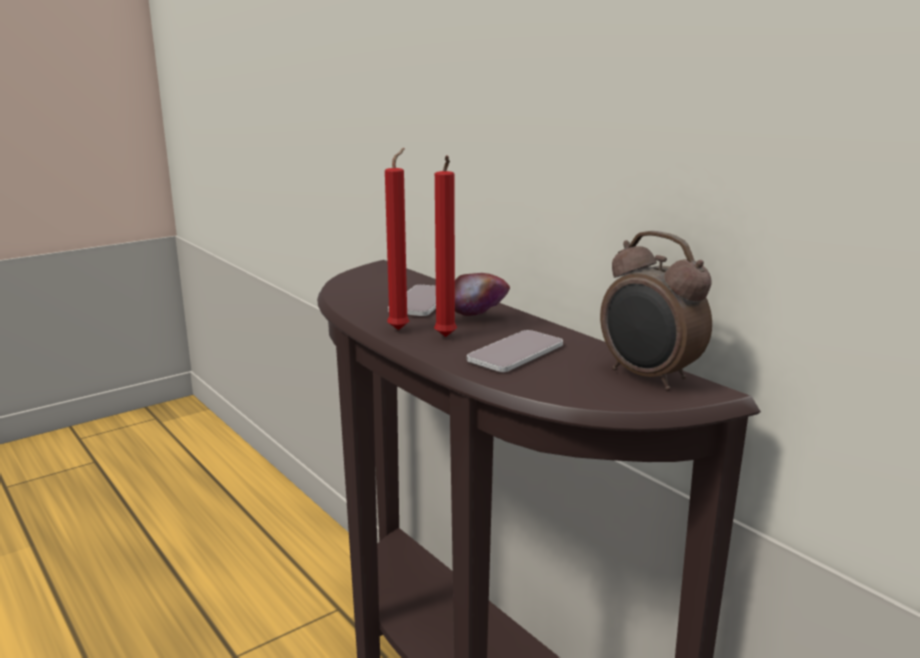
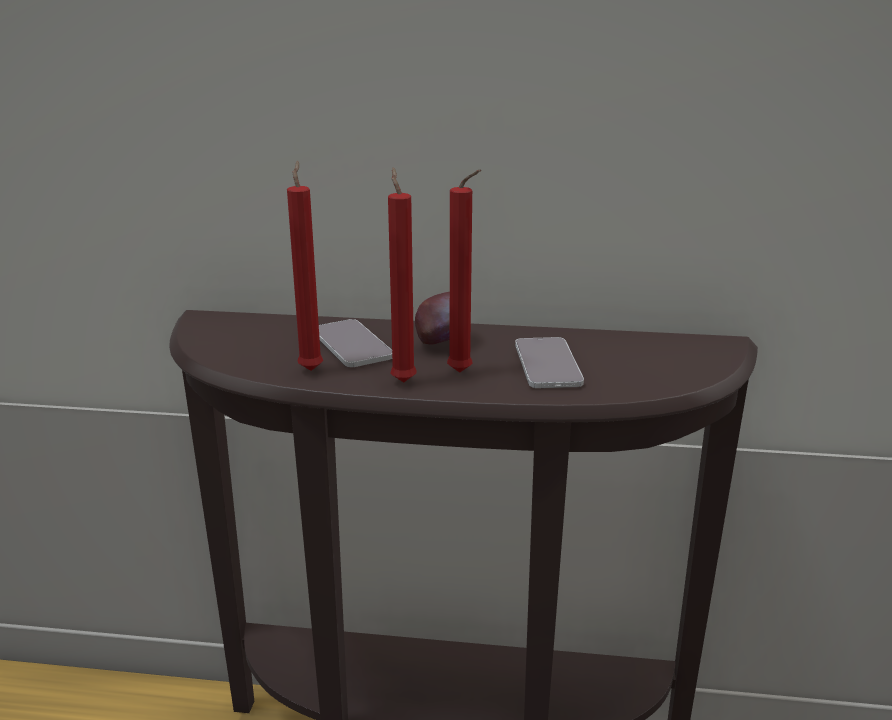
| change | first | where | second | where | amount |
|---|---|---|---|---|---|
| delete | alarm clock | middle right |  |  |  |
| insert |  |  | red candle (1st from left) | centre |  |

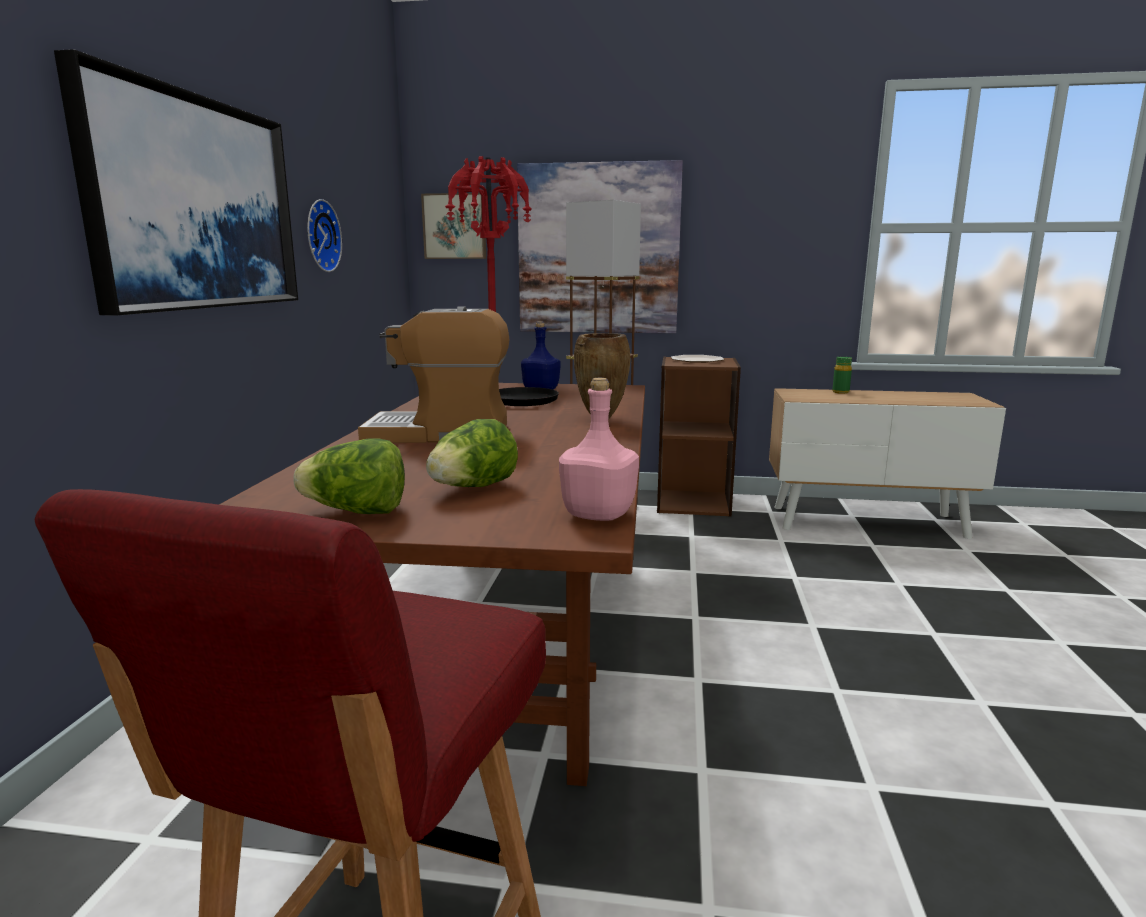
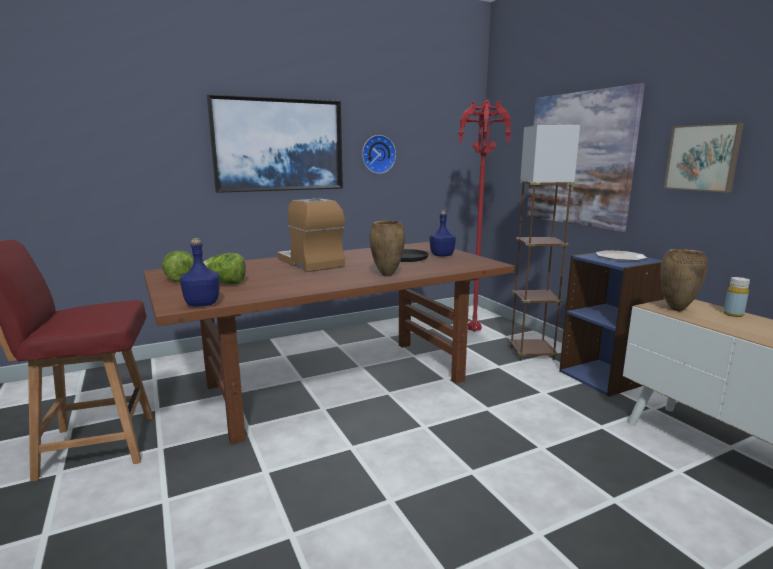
| change | first | where | second | where | amount |
|---|---|---|---|---|---|
| move | picture (2nd from left in the first image) | top centre | picture (3rd from left) | top right |  |
| recolor | pink bottle | centre | blue bottle (1st from left) | middle left |  |
| recolor | brown bookcase | centre | blue bookcase | middle right |  |
| recolor | green bottle | middle right | yellow bottle | middle right |  |
| insert |  |  | brown vase (2nd from left) | middle right |  |

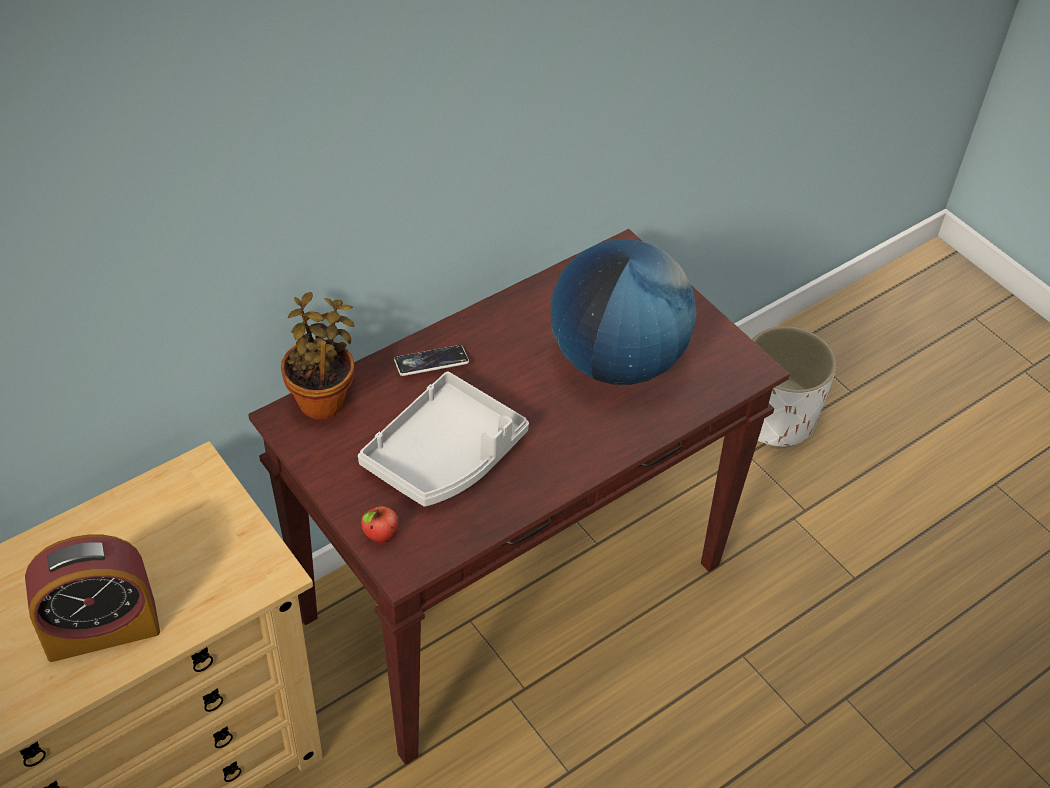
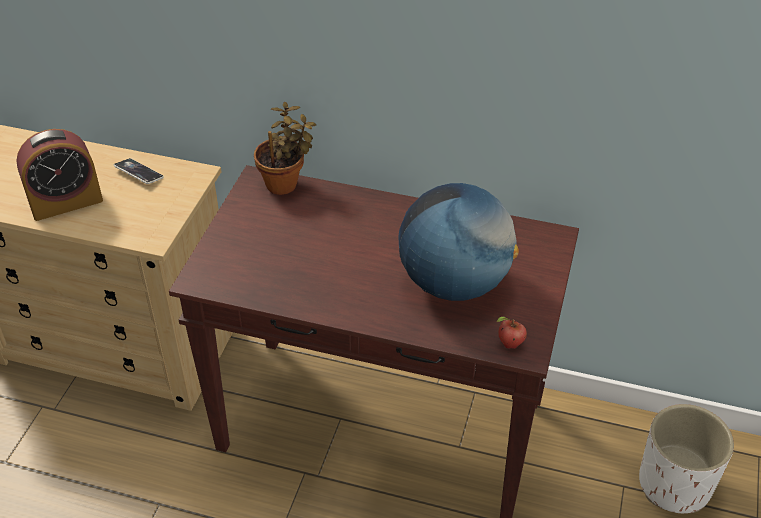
| change | first | where | second | where | amount |
|---|---|---|---|---|---|
| rotate | alarm clock | bottom left |  | middle left | 60 degrees counterclockwise |
| delete | grey tray | centre |  |  |  |
| move | apple | centre |  | middle right |  |
| move | phone | centre |  | top left |  |

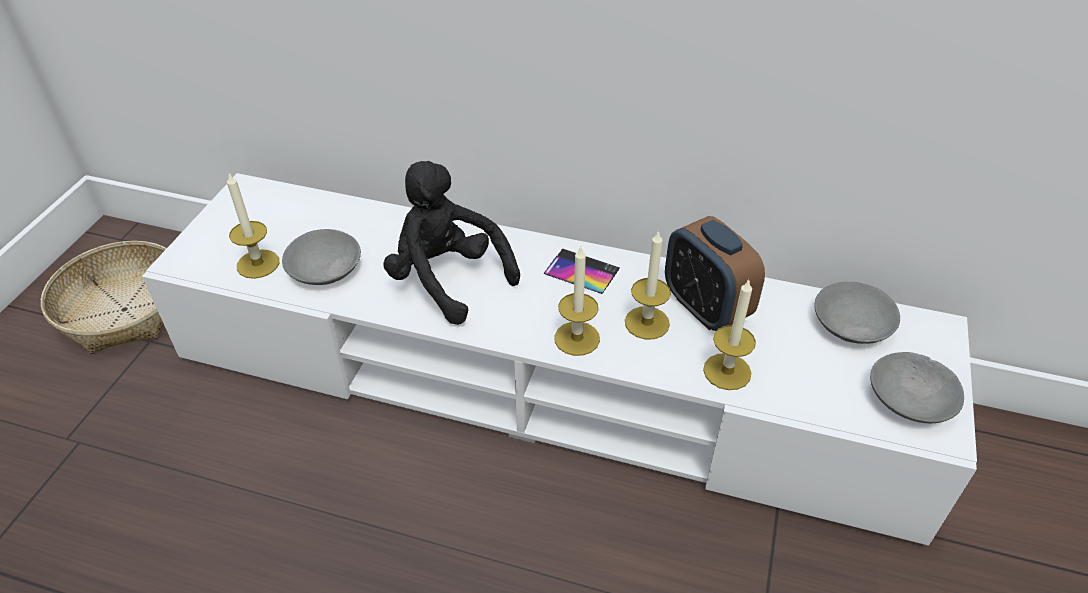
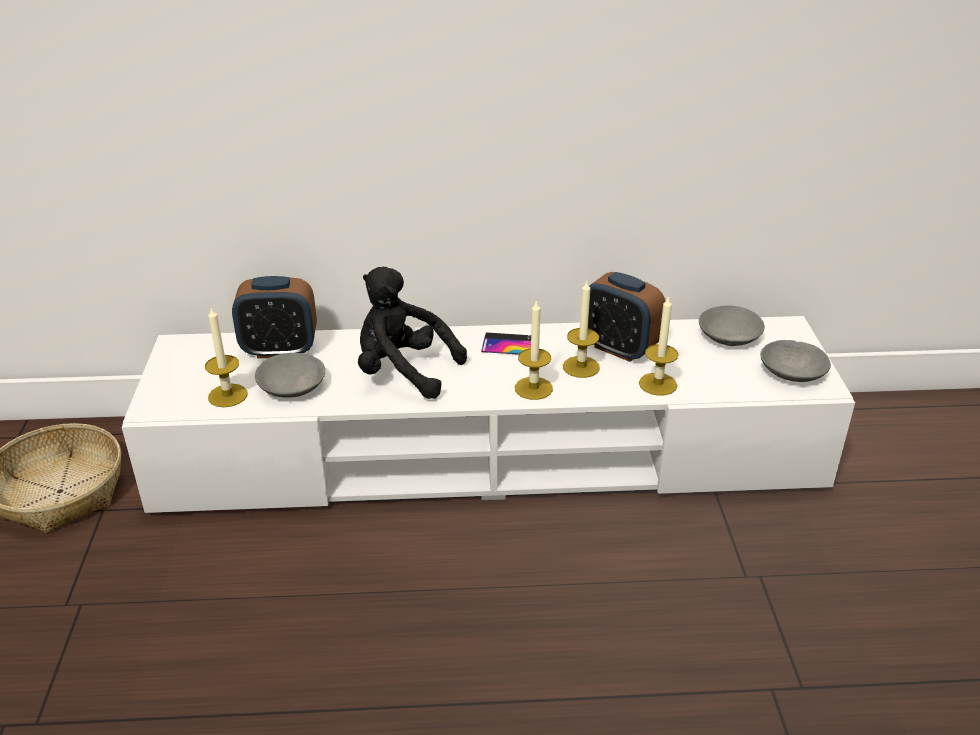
| change | first | where | second | where | amount |
|---|---|---|---|---|---|
| insert |  |  | alarm clock (1st from left) | middle left |  |

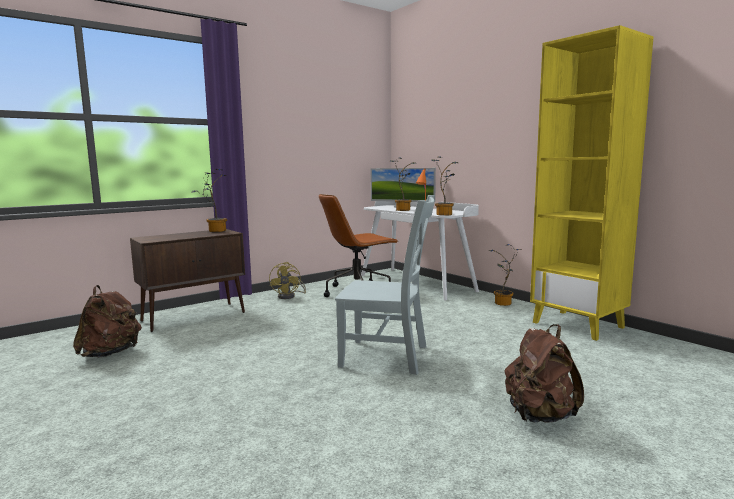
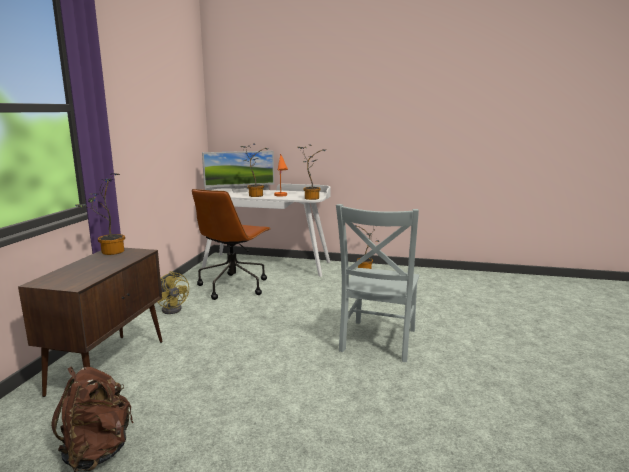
| change | first | where | second | where | amount |
|---|---|---|---|---|---|
| rotate | grey chair | centre |  | centre | 135 degrees clockwise |
| delete | brown backpack (2nd from left) | bottom right |  |  |  |
| delete | yellow bookcase | middle right |  |  |  |

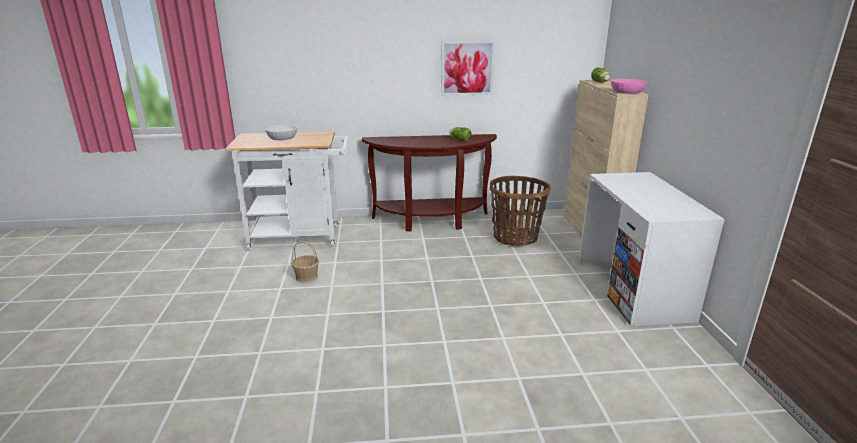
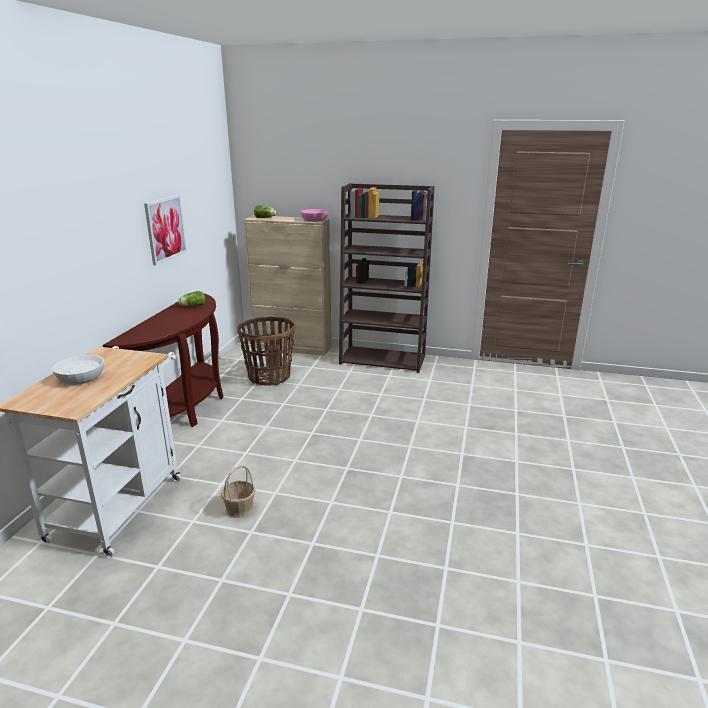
| change | first | where | second | where | amount |
|---|---|---|---|---|---|
| replace | white desk | middle right | brown bookcase | centre |  |

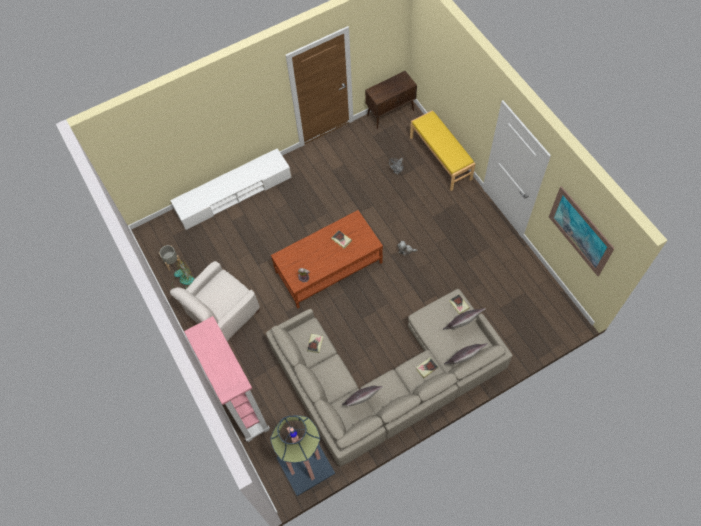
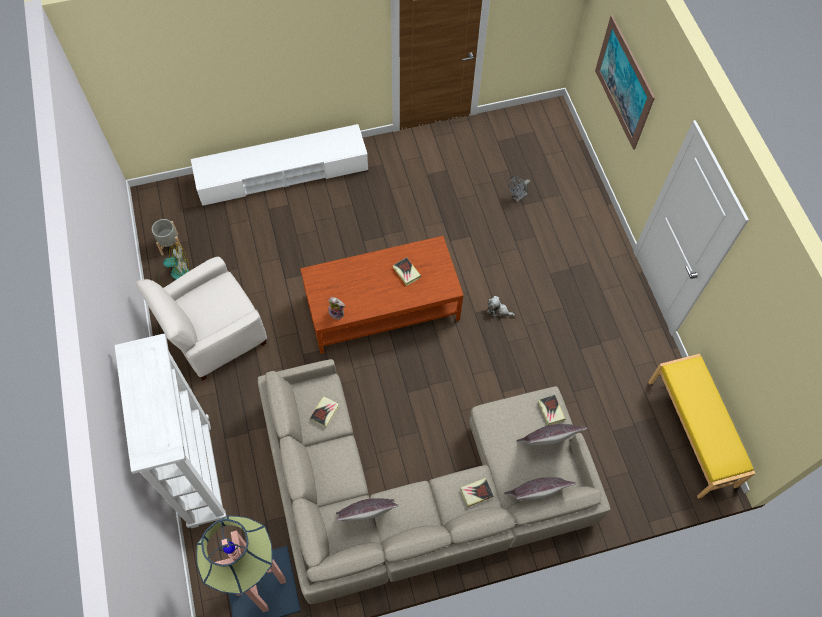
| change | first | where | second | where | amount |
|---|---|---|---|---|---|
| recolor | pink bookcase | bottom left | white bookcase | bottom left |  |
| delete | brown cabinet | top centre |  |  |  |
| move | yellow bench | top centre |  | bottom right |  |
| move | picture | middle right |  | top right |  |

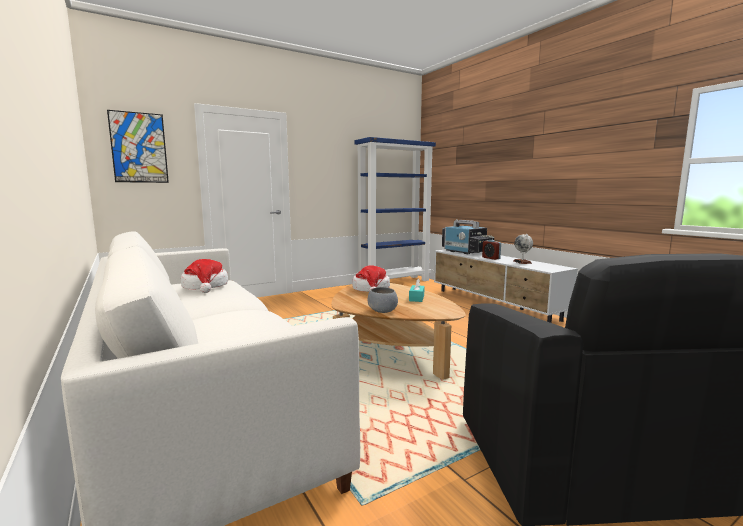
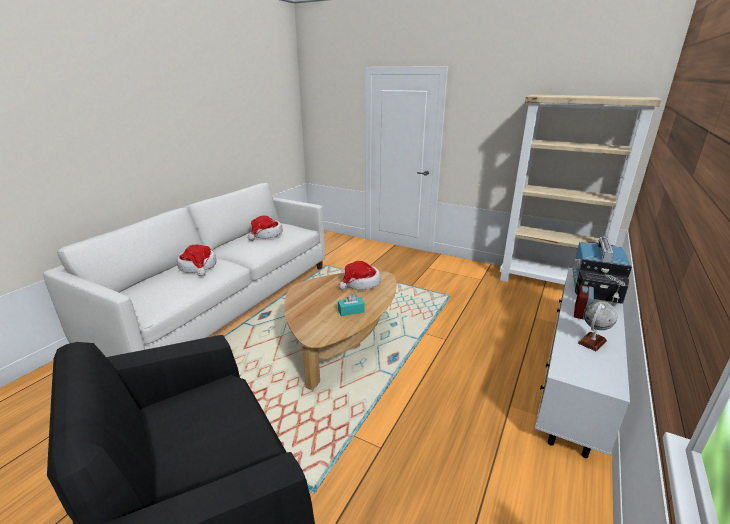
| change | first | where | second | where | amount |
|---|---|---|---|---|---|
| delete | picture | top left |  |  |  |
| recolor | blue bookcase | centre | beige bookcase | middle right |  |
| delete | grey bowl | centre |  |  |  |
| insert |  |  | hat (1st from left) | middle left |  |

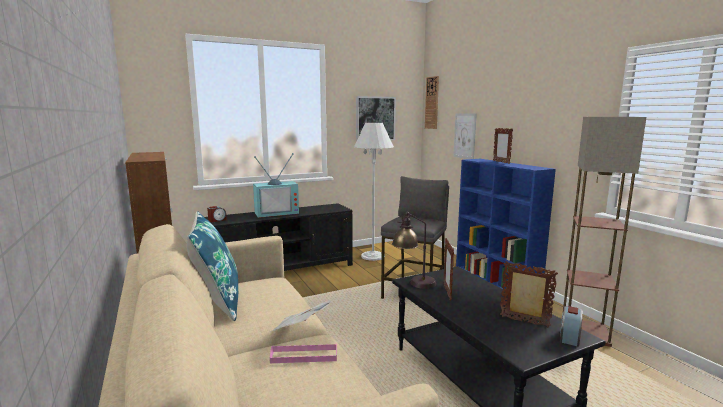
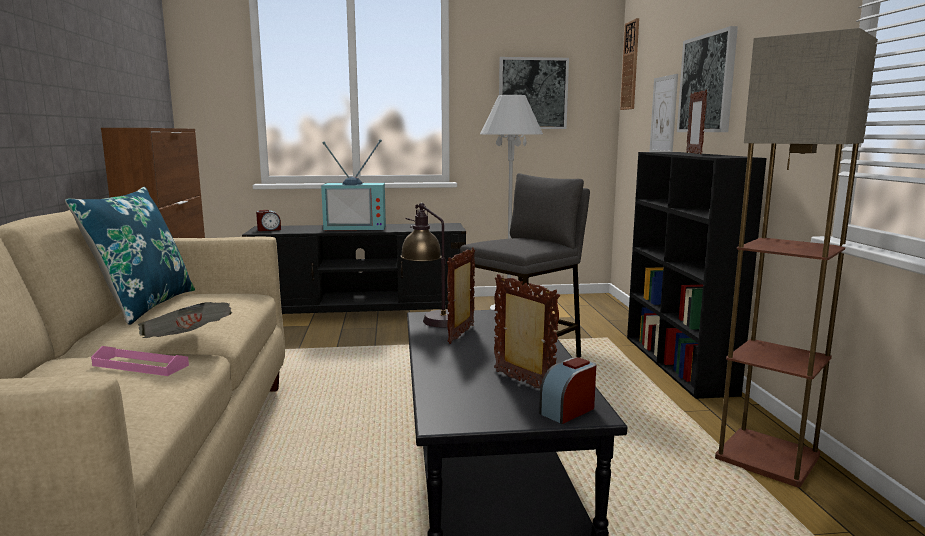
| change | first | where | second | where | amount |
|---|---|---|---|---|---|
| recolor | blue bookcase | middle right | black bookcase | middle right |  |
| insert |  |  | picture (3rd from left) | top right |  |

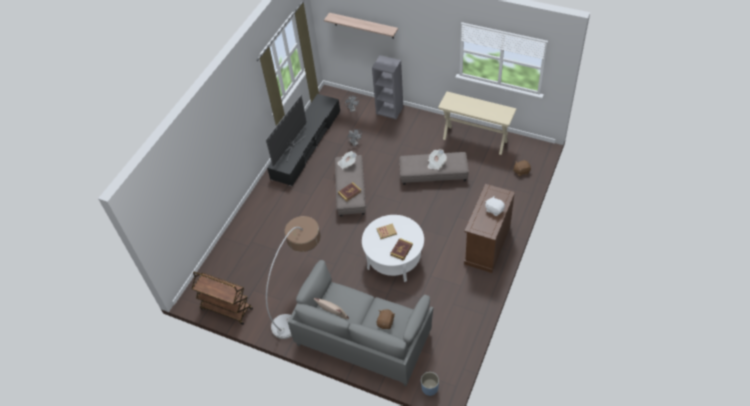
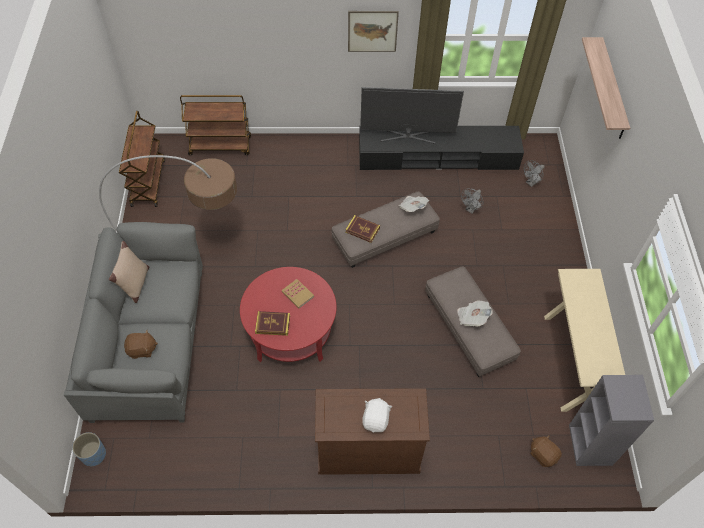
| change | first | where | second | where | amount |
|---|---|---|---|---|---|
| recolor | white coffee table | centre | red coffee table | centre |  |
| move | grey bookcase | top centre |  | bottom right |  |
| insert |  |  | brown cart (2nd from left) | top left |  |
| insert |  |  | picture | top centre |  |

